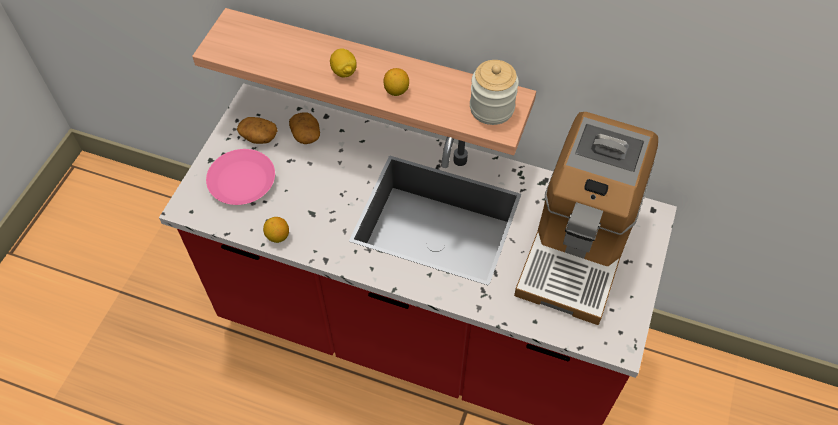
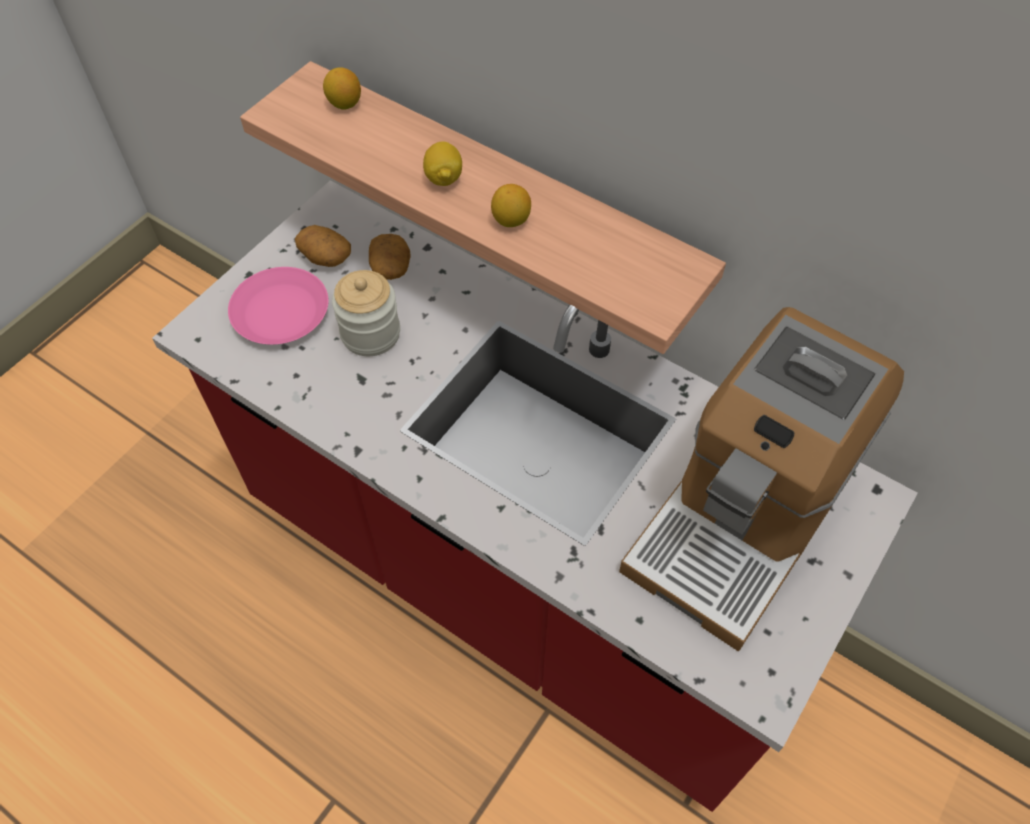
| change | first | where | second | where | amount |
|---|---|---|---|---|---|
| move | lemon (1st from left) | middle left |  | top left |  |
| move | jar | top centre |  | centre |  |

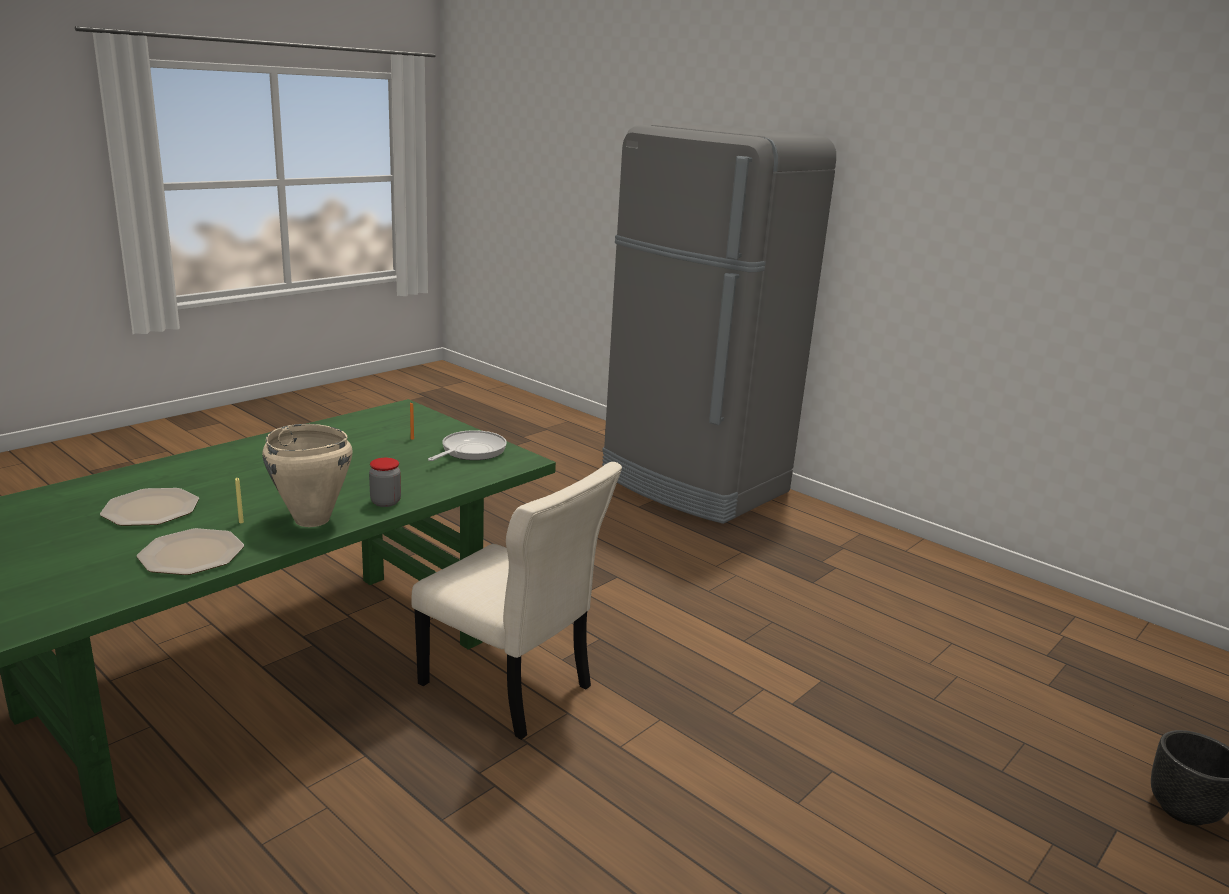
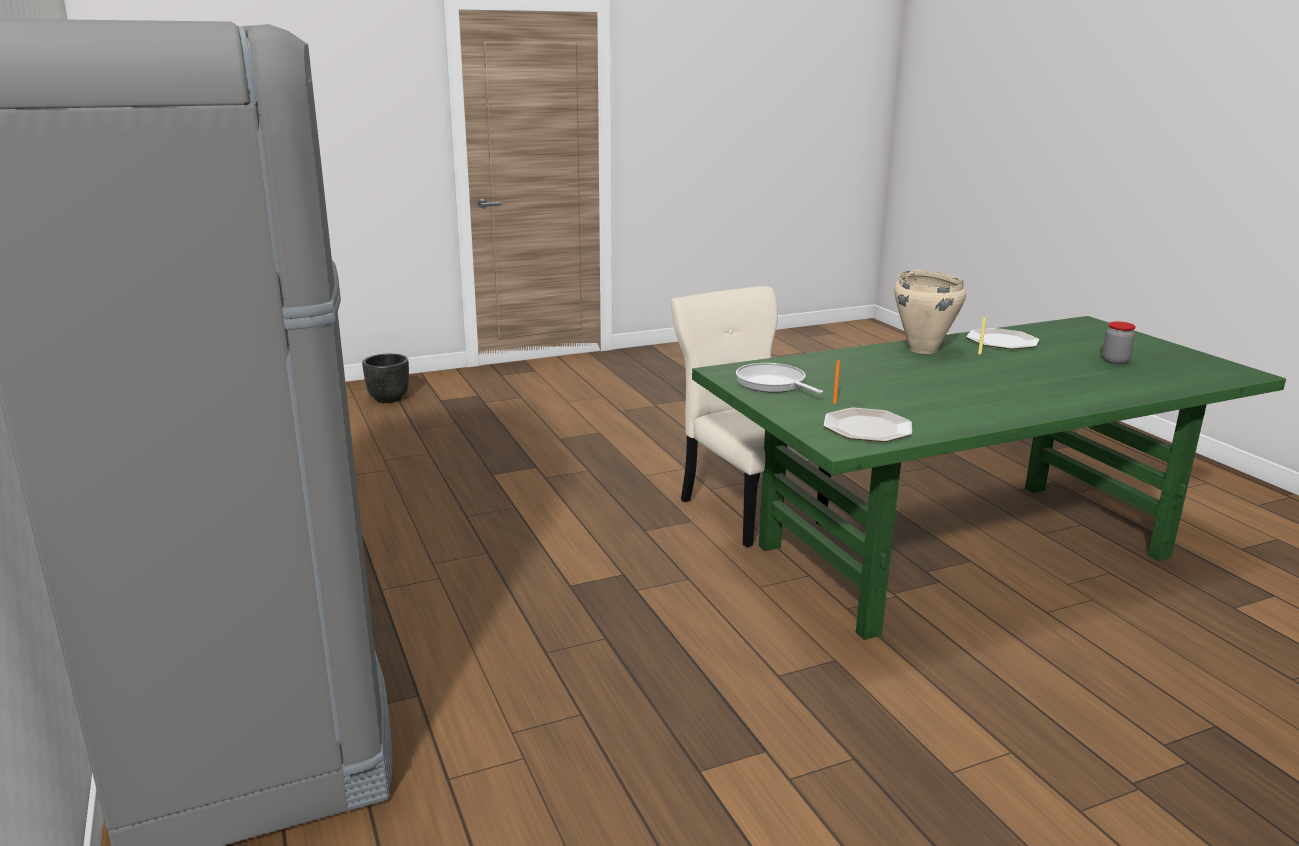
| change | first | where | second | where | amount |
|---|---|---|---|---|---|
| move | plate (1st from left) | middle left |  | middle right |  |
| move | jar | middle left |  | middle right |  |
| rotate | frying pan | centre |  | centre | 90 degrees clockwise |

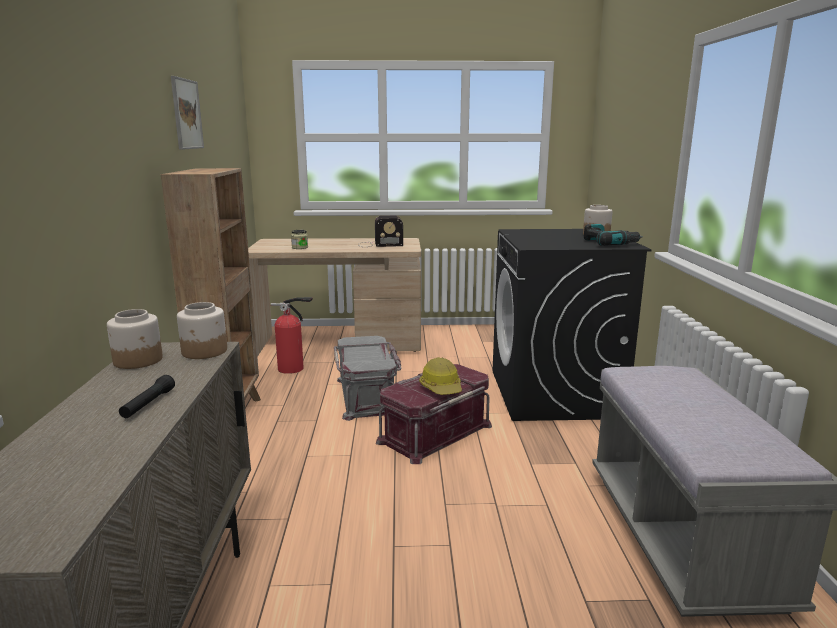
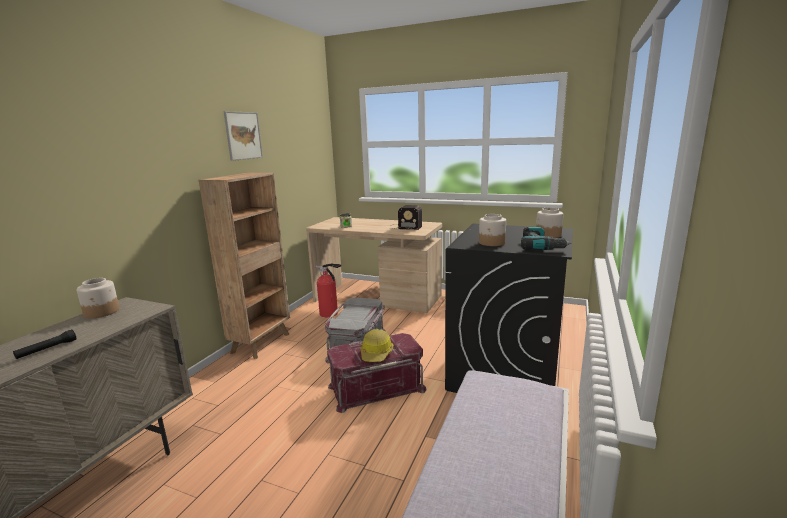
| change | first | where | second | where | amount |
|---|---|---|---|---|---|
| move | jar (2nd from left in the first image) | middle left | jar (3rd from left) | centre |  |

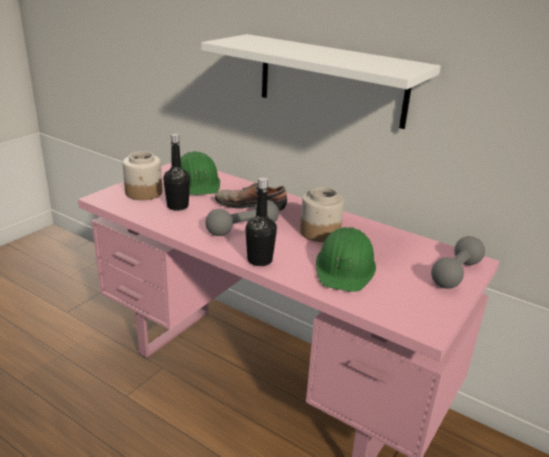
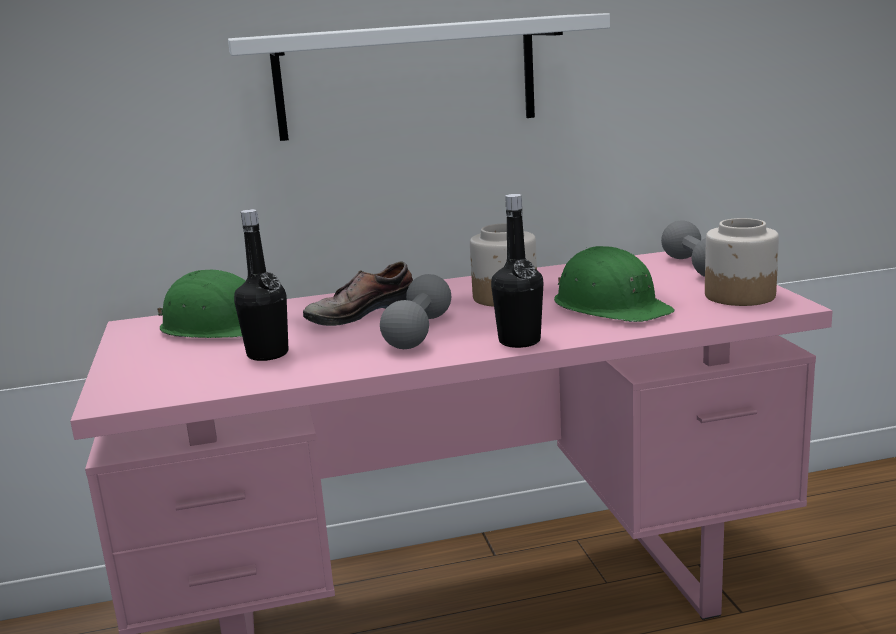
| change | first | where | second | where | amount |
|---|---|---|---|---|---|
| move | jar (1st from left in the first image) | middle left | jar (2nd from left) | middle right |  |

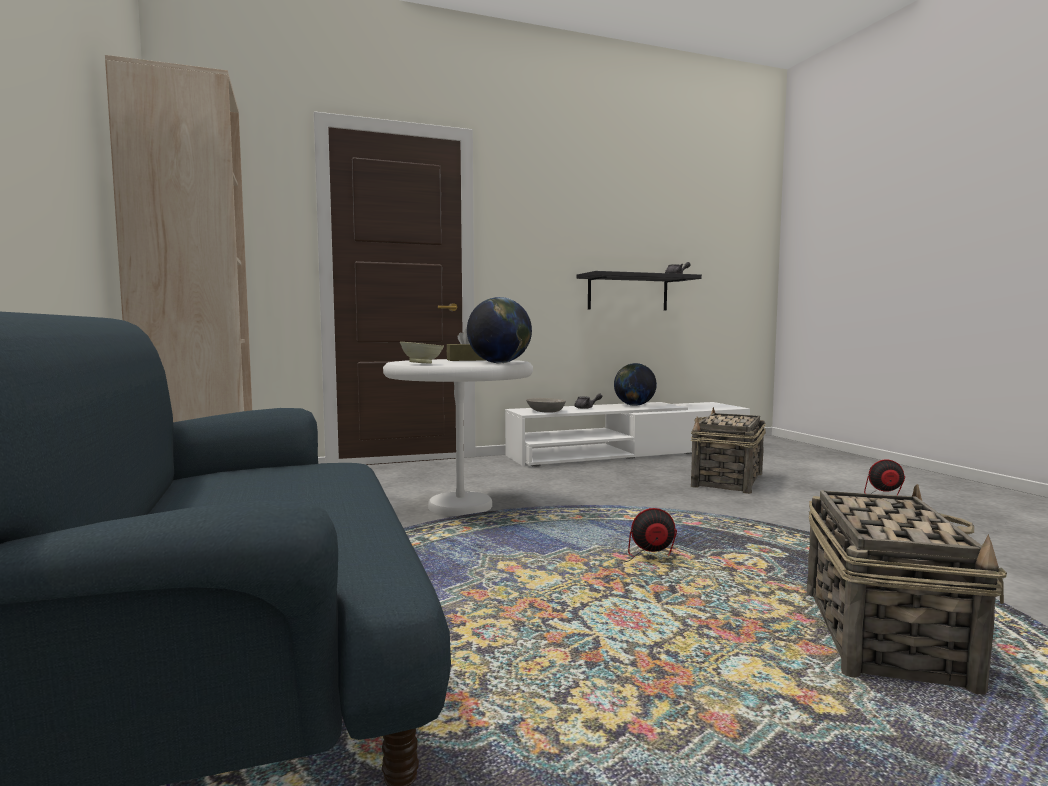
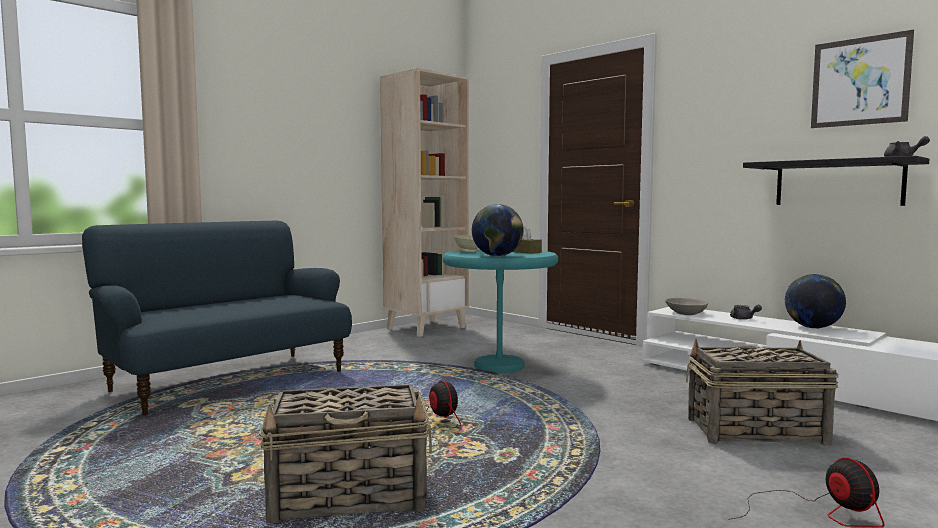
| change | first | where | second | where | amount |
|---|---|---|---|---|---|
| recolor | white side table | centre | turquoise side table | centre |  |
| insert |  |  | picture | top right |  |

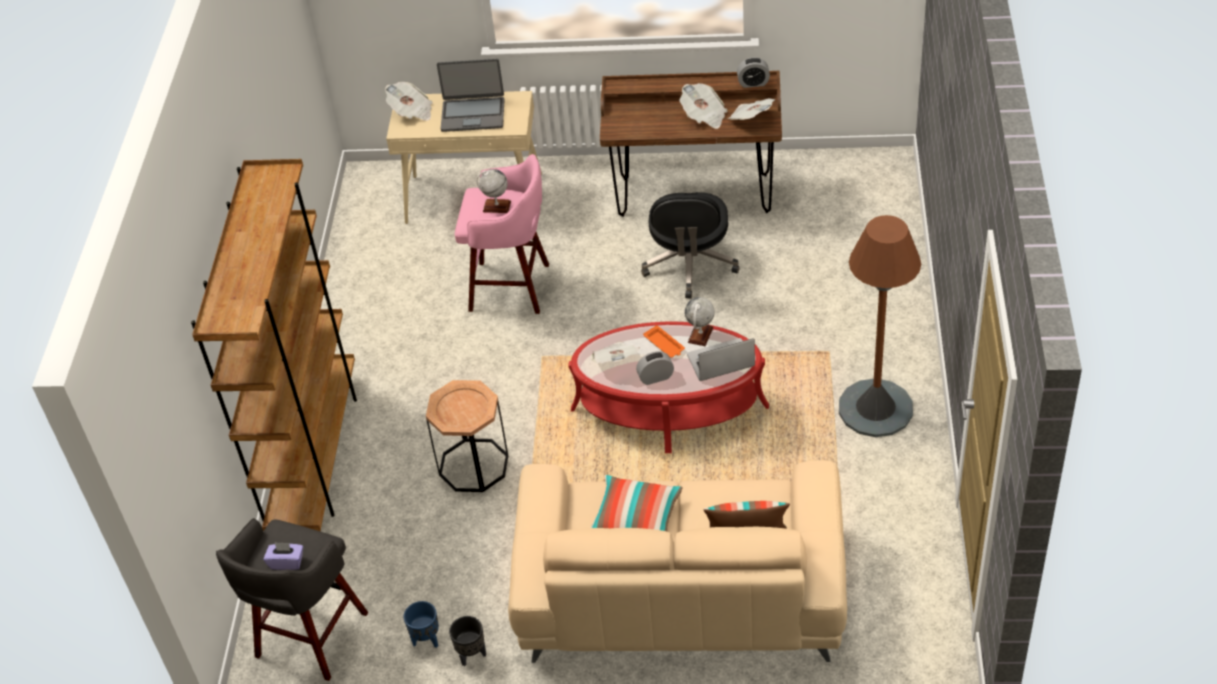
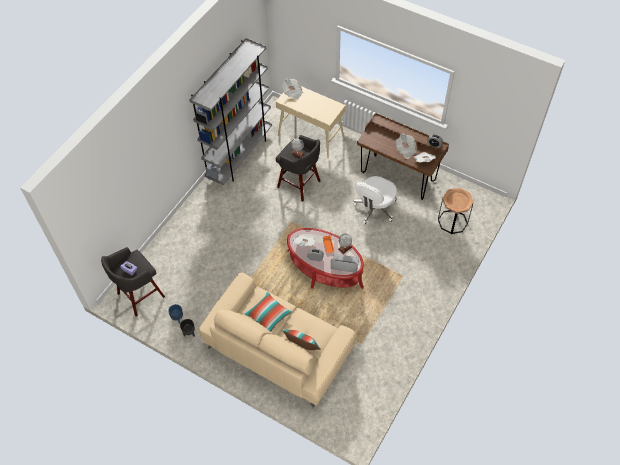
| change | first | where | second | where | amount |
|---|---|---|---|---|---|
| delete | brown bookcase | middle left |  |  |  |
| move | brown side table | centre |  | middle right |  |
| delete | laptop (1st from left) | top centre |  |  |  |
| recolor | pink stool | centre | grey stool (2nd from left) | centre |  |
| recolor | black office chair | centre | white office chair | centre |  |
| delete | brown floor lamp | middle right |  |  |  |
| insert |  |  | grey bookcase | top centre |  |

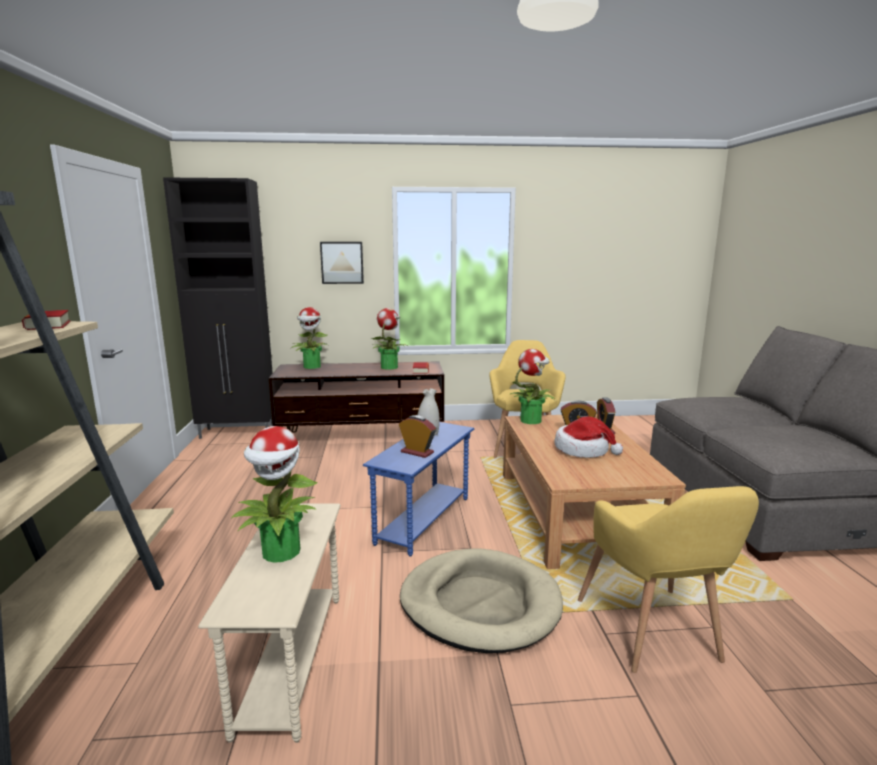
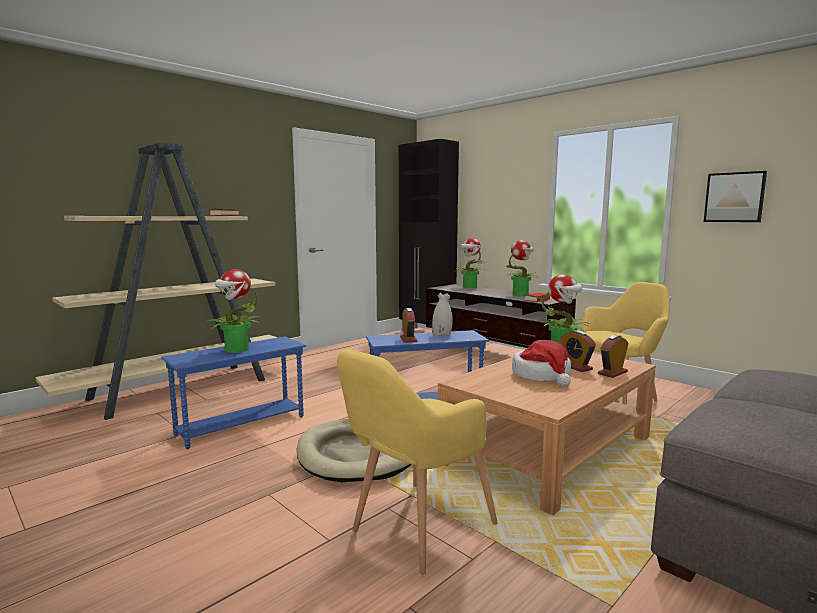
| change | first | where | second | where | amount |
|---|---|---|---|---|---|
| recolor | beige side table | bottom left | blue side table (1st from left) | middle left |  |
| move | picture | centre |  | top right |  |

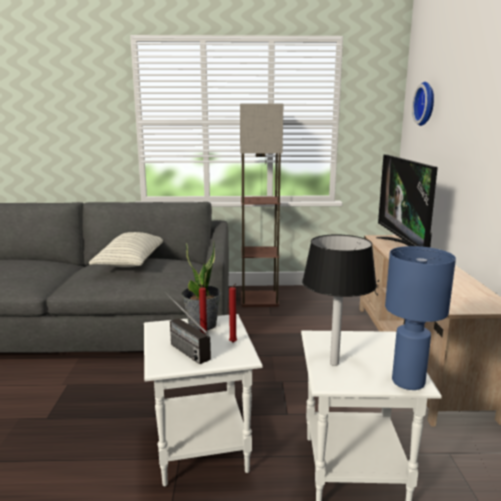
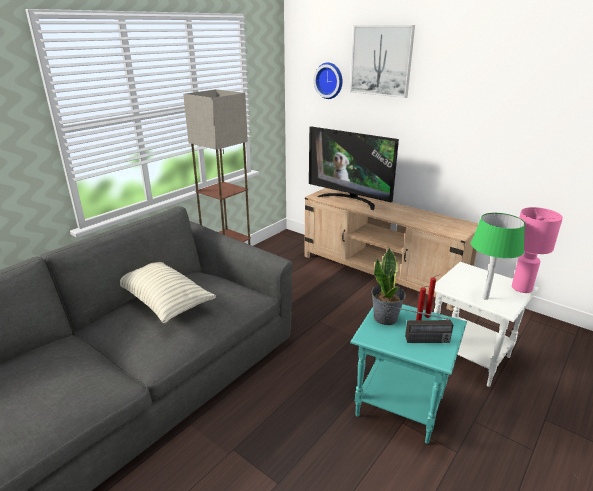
| change | first | where | second | where | amount |
|---|---|---|---|---|---|
| recolor | white side table (1st from left) | bottom centre | turquoise side table | bottom right |  |
| recolor | black table lamp | middle right | green table lamp | middle right |  |
| recolor | blue table lamp | middle right | pink table lamp | middle right |  |
| insert |  |  | picture | top centre |  |

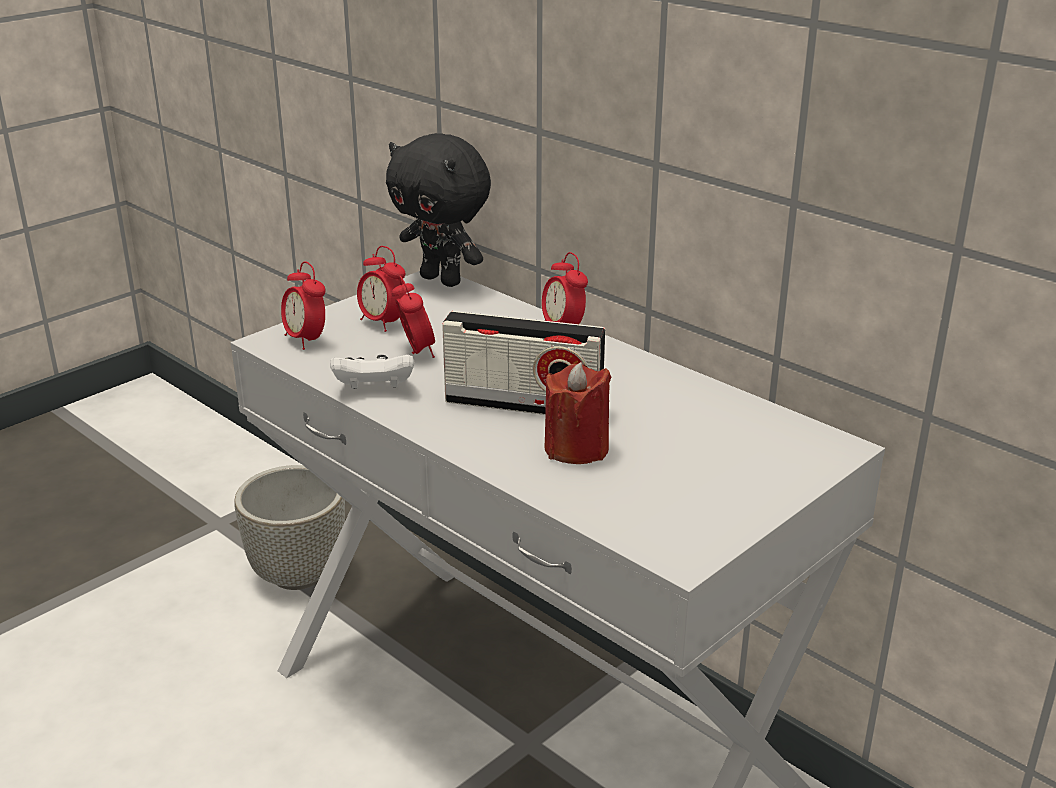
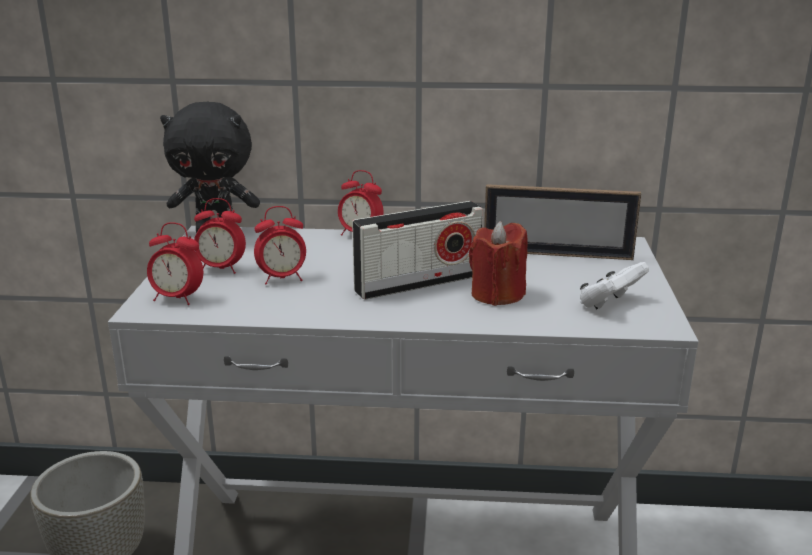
| change | first | where | second | where | amount |
|---|---|---|---|---|---|
| move | white game controller | centre |  | middle right |  |
| rotate | alarm clock (3rd from left) | centre |  | centre | 135 degrees clockwise |
| insert |  |  | picture frame | middle right |  |

